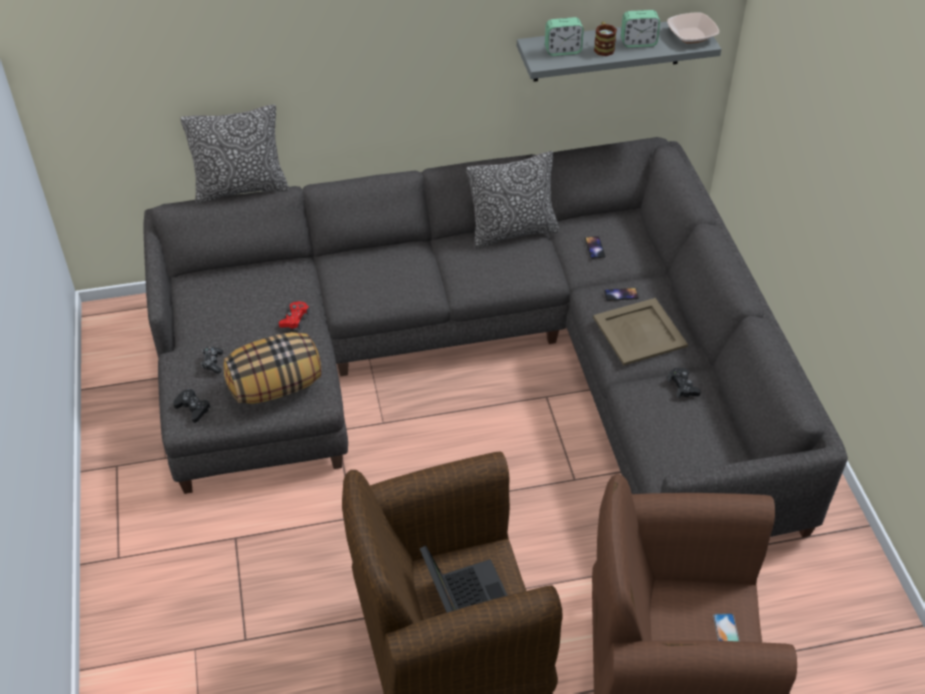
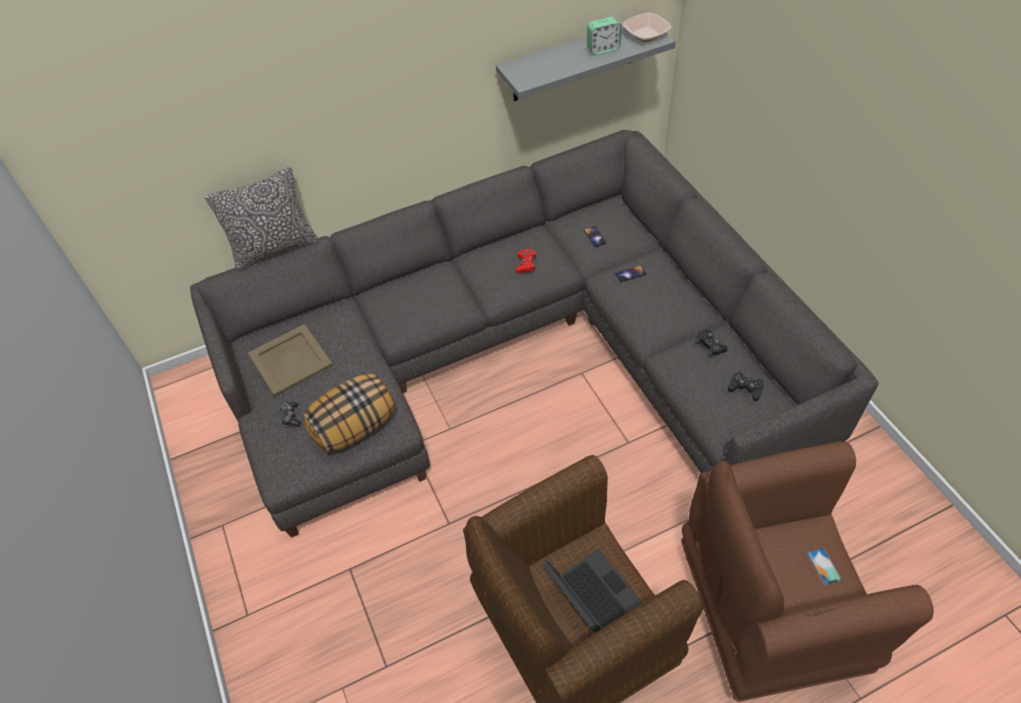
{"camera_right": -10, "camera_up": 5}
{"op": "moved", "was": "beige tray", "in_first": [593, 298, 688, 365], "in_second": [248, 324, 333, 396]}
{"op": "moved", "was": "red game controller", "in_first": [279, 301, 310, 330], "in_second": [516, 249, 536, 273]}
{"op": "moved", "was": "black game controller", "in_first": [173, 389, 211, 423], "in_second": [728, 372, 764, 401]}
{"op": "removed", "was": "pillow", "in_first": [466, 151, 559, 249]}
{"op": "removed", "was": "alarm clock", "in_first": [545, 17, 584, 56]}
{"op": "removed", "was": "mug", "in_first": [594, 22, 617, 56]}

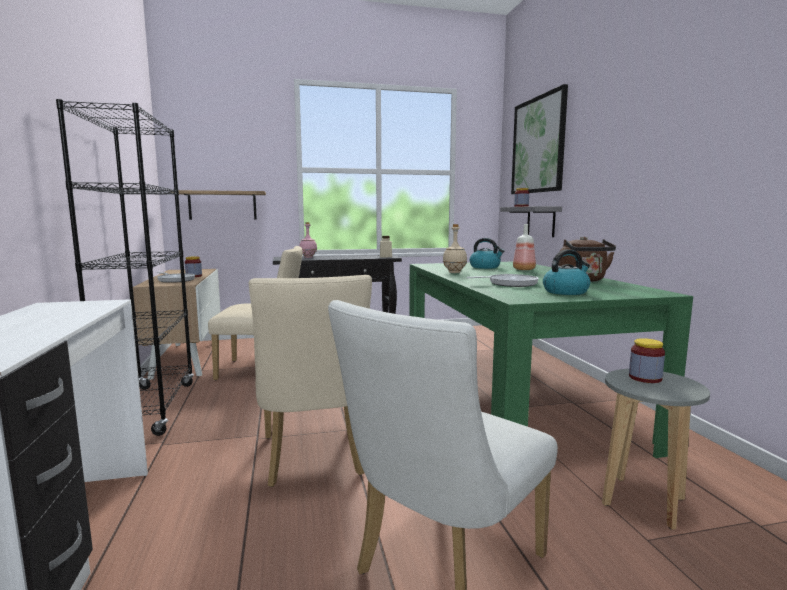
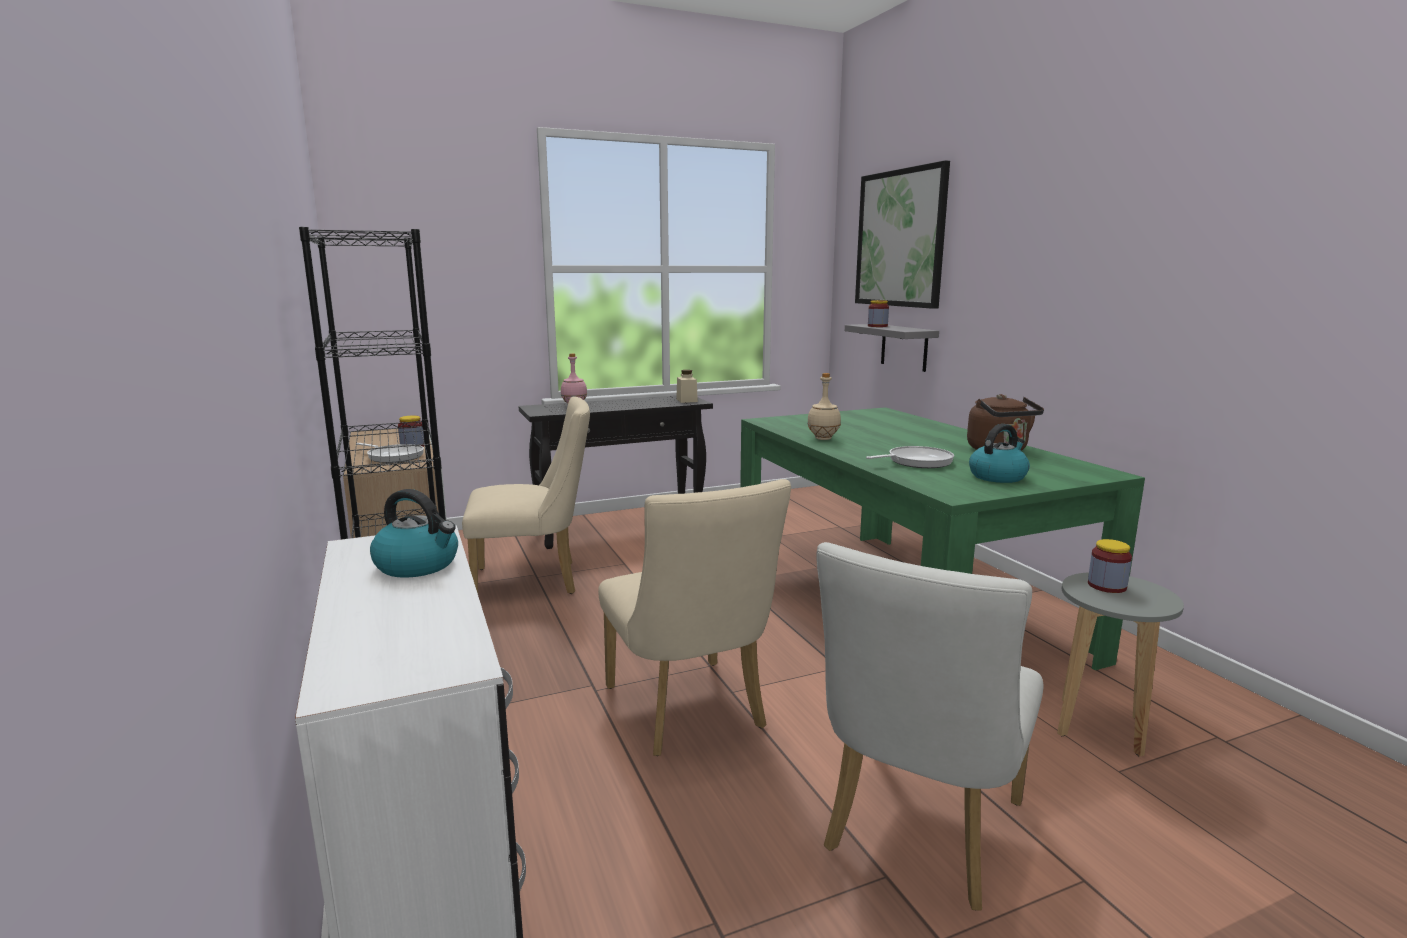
{"camera_right": -10, "camera_up": 5}
{"op": "moved", "was": "kettle", "in_first": [470, 238, 504, 269], "in_second": [370, 489, 458, 578]}
{"op": "removed", "was": "shelf", "in_first": [170, 190, 266, 220]}
{"op": "removed", "was": "bottle", "in_first": [513, 224, 536, 270]}

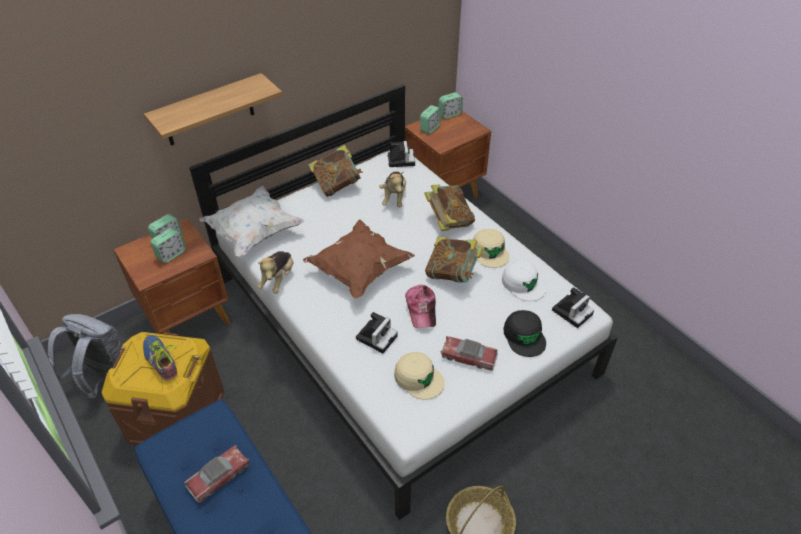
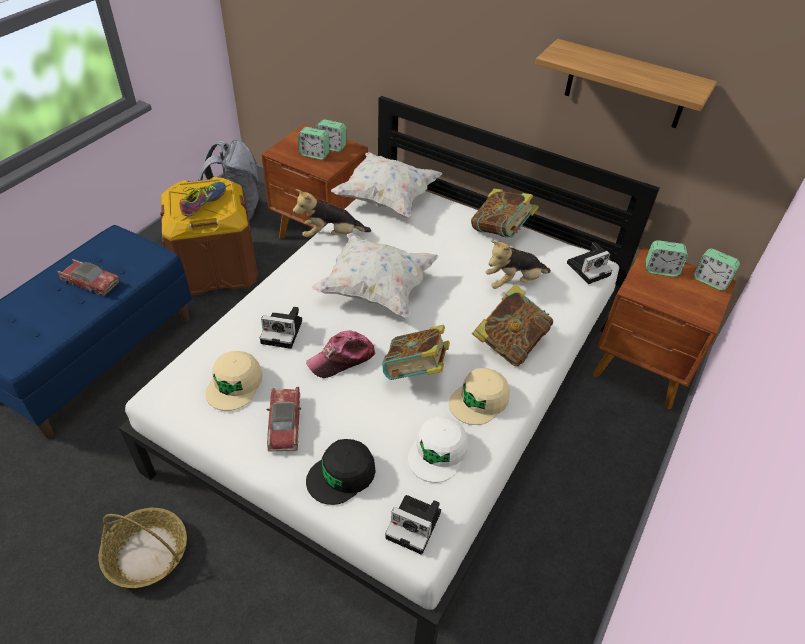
{"camera_right": 65, "camera_up": 0}
{"op": "recoloured", "was": "brown pillow", "now": "white pillow", "in_first": [303, 220, 415, 298], "in_second": [312, 233, 438, 318]}
{"op": "moved", "was": "shelf", "in_first": [144, 73, 283, 146], "in_second": [535, 39, 717, 128]}

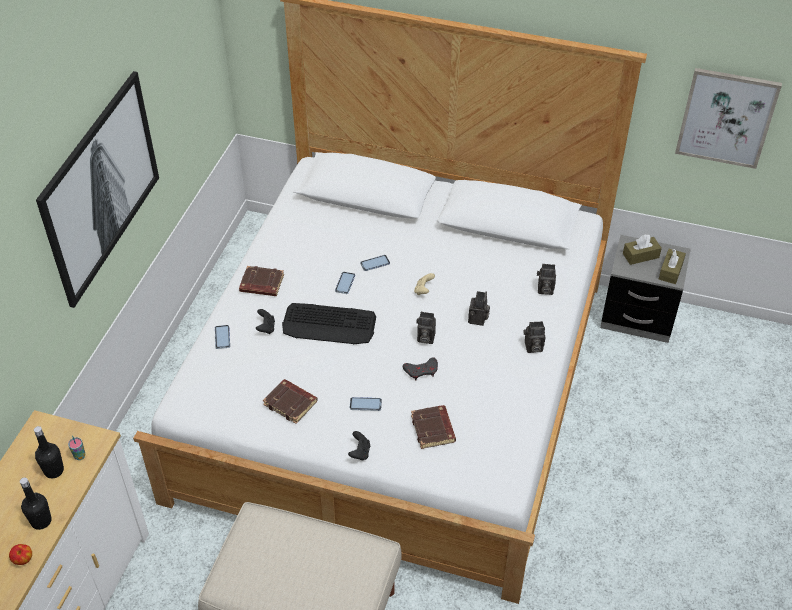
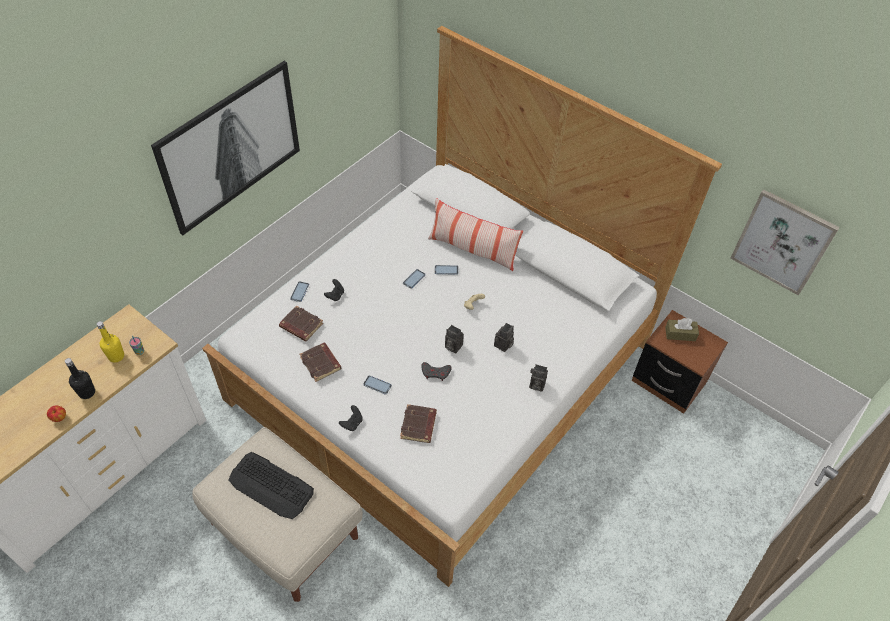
{"camera_right": 20, "camera_up": 5}
{"op": "recoloured", "was": "black bottle", "now": "yellow bottle", "in_first": [34, 426, 64, 478], "in_second": [97, 321, 124, 363]}
{"op": "moved", "was": "keyboard", "in_first": [282, 303, 376, 344], "in_second": [228, 452, 314, 519]}
{"op": "moved", "was": "brown book", "in_first": [239, 266, 284, 296], "in_second": [279, 306, 323, 342]}
{"op": "added", "now": "pillow", "in_second": [428, 198, 523, 271]}
{"op": "recoloured", "was": "grey nightstand", "now": "brown nightstand", "in_first": [600, 235, 691, 343], "in_second": [632, 310, 728, 414]}
{"op": "removed", "was": "photo camera", "in_first": [537, 264, 556, 295]}
{"op": "removed", "was": "brown tissue box", "in_first": [659, 249, 686, 284]}

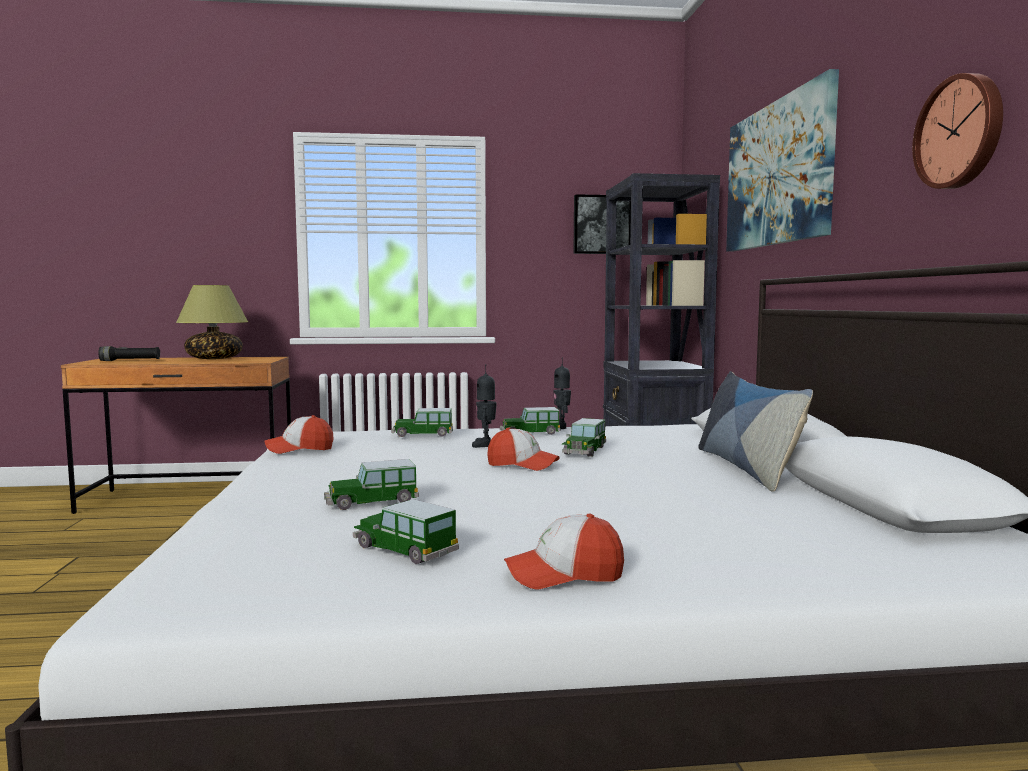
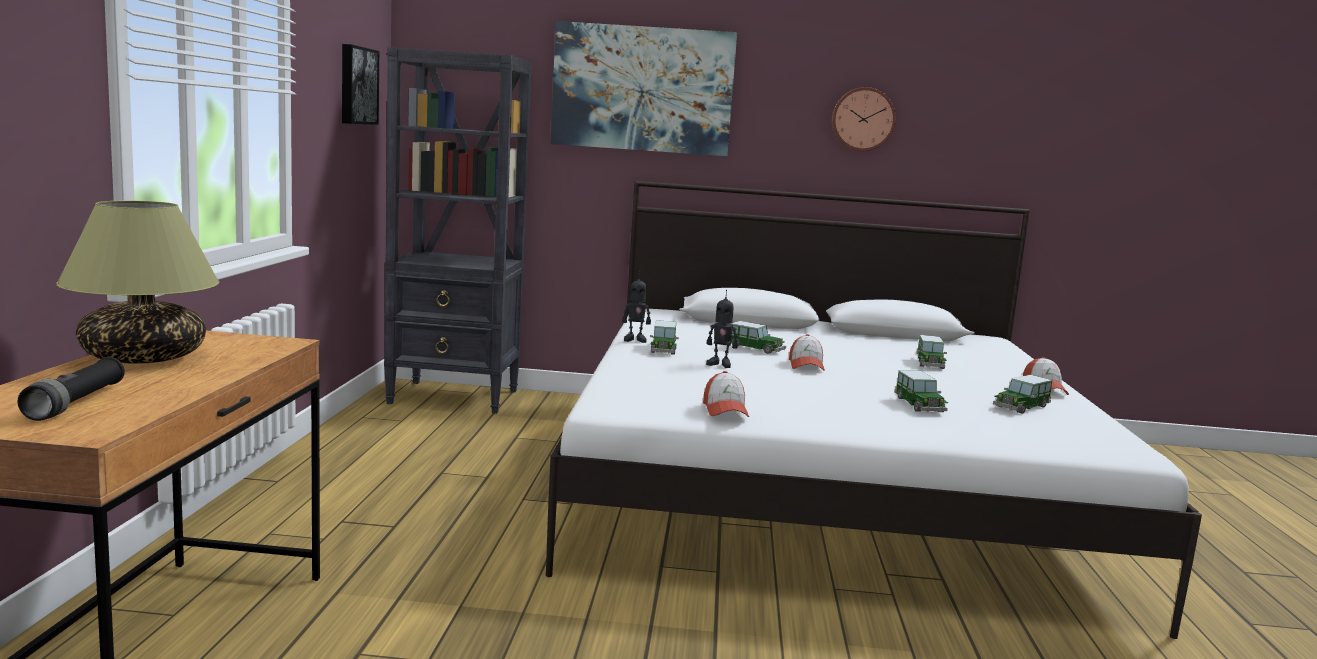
{"camera_right": -80, "camera_up": 5}
{"op": "turned", "was": "cap", "in_first": [487, 428, 560, 471], "in_second": [789, 334, 825, 371], "clockwise": 150}
{"op": "moved", "was": "toy car", "in_first": [391, 408, 453, 437], "in_second": [917, 335, 947, 369]}
{"op": "removed", "was": "pillow", "in_first": [698, 371, 813, 492]}

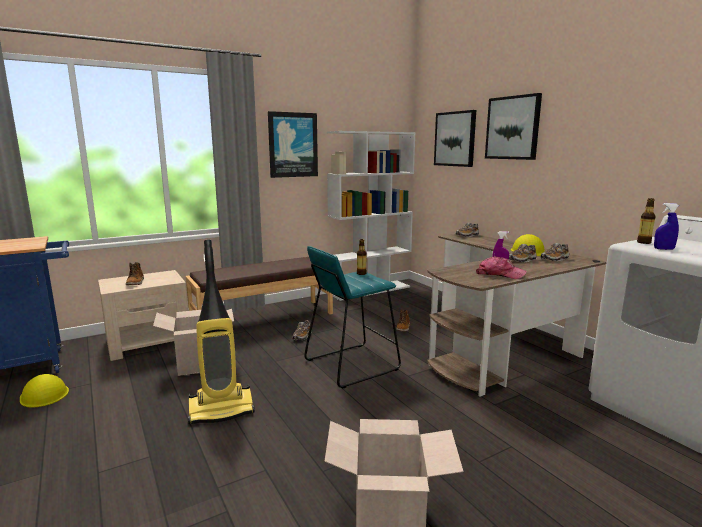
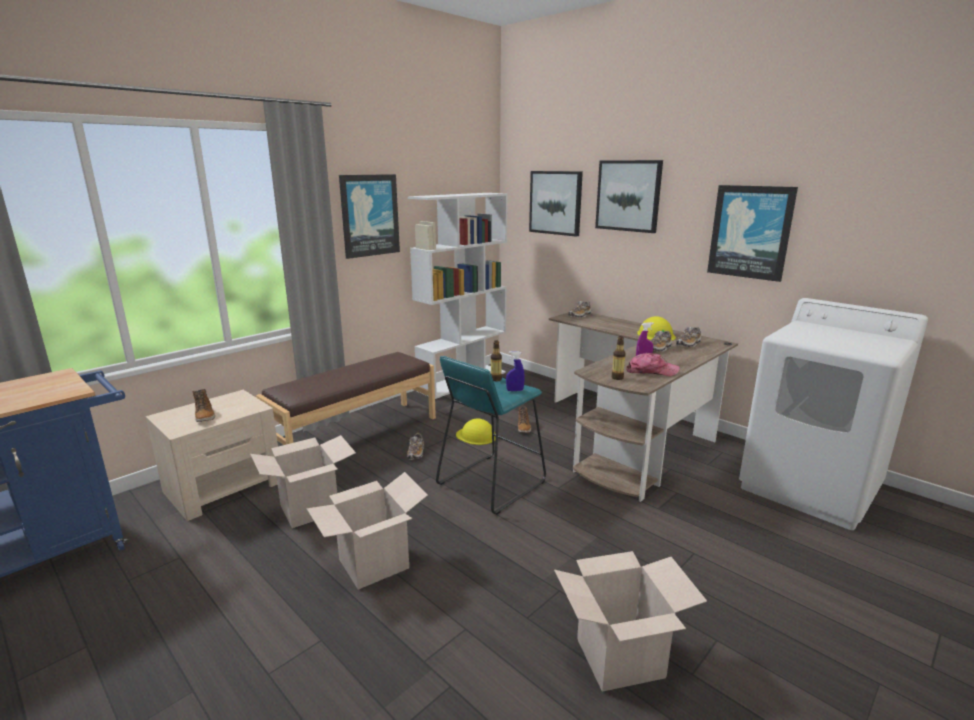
{"camera_right": -15, "camera_up": 5}
{"op": "replaced", "was": "vacuum cleaner", "now": "cardboard box", "in_first": [188, 240, 255, 424], "in_second": [307, 472, 428, 590]}
{"op": "moved", "was": "yellow hard hat", "in_first": [20, 374, 69, 407], "in_second": [456, 419, 496, 445]}
{"op": "moved", "was": "blue spray bottle", "in_first": [654, 203, 679, 250], "in_second": [506, 351, 525, 391]}
{"op": "moved", "was": "bottle", "in_first": [637, 198, 656, 244], "in_second": [611, 336, 626, 380]}
{"op": "added", "now": "picture", "in_second": [707, 185, 798, 282]}

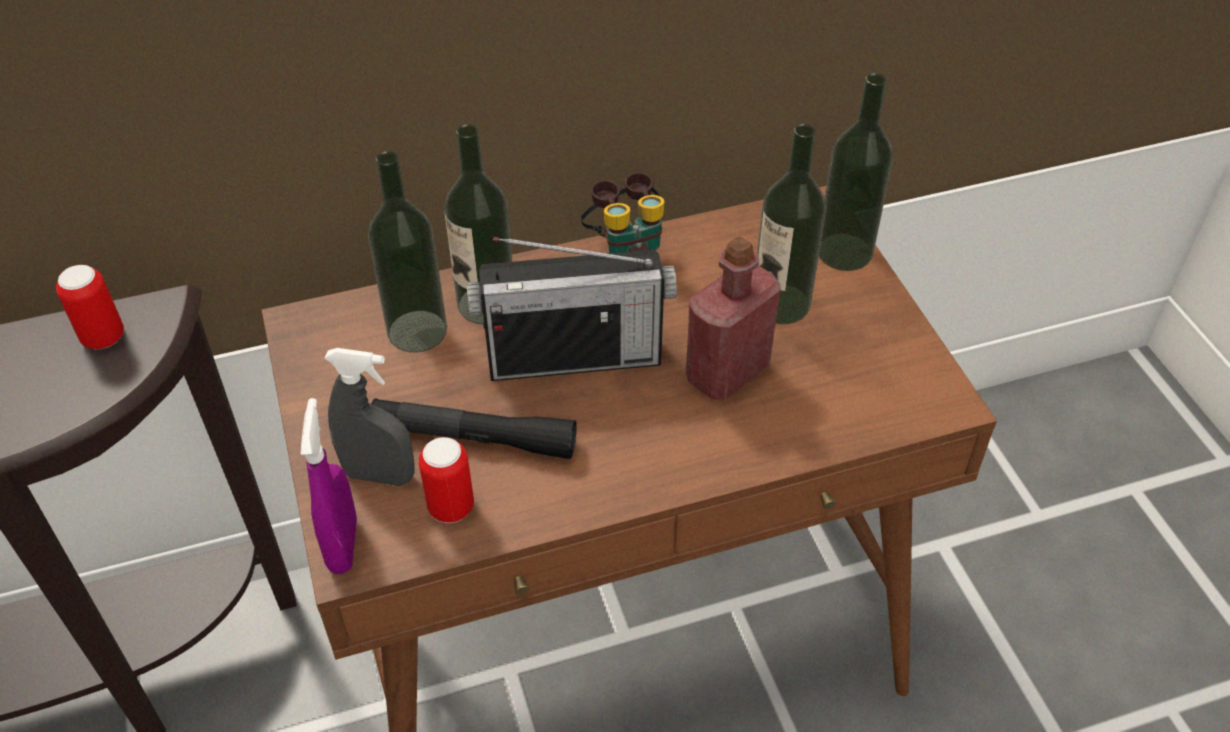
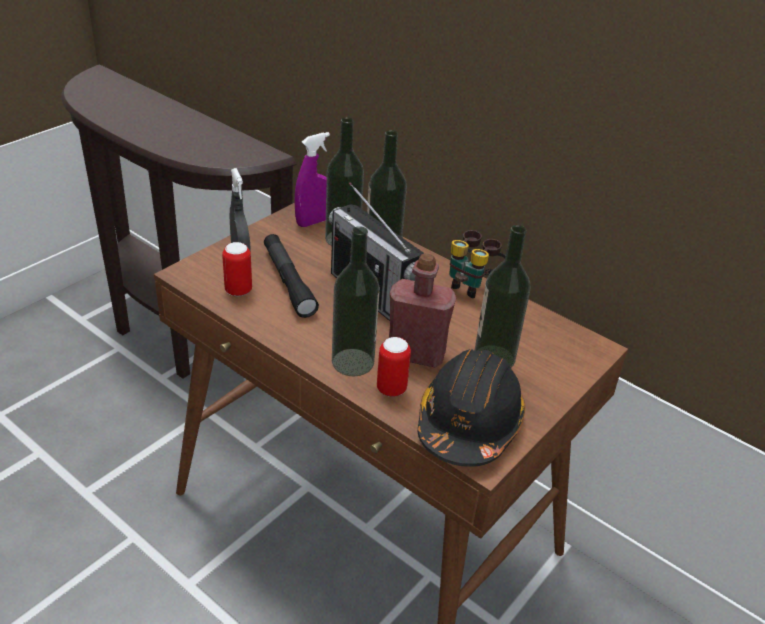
{"camera_right": 55, "camera_up": -10}
{"op": "moved", "was": "purple spray bottle", "in_first": [301, 398, 357, 574], "in_second": [294, 132, 330, 227]}
{"op": "moved", "was": "bottle", "in_first": [819, 73, 893, 271], "in_second": [332, 226, 380, 376]}
{"op": "moved", "was": "can", "in_first": [56, 265, 124, 349], "in_second": [377, 337, 411, 397]}
{"op": "added", "now": "black hard hat", "in_second": [418, 349, 526, 467]}

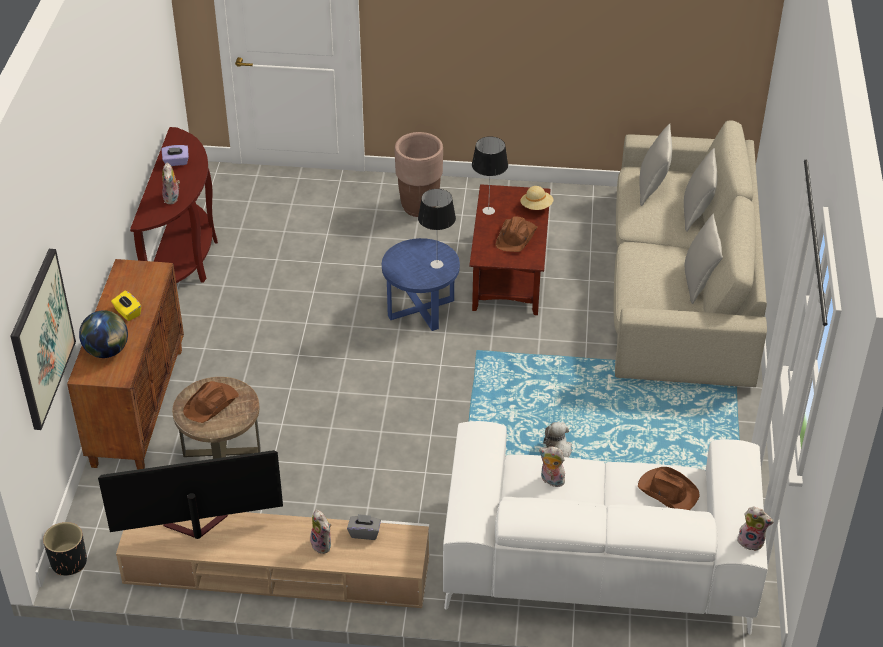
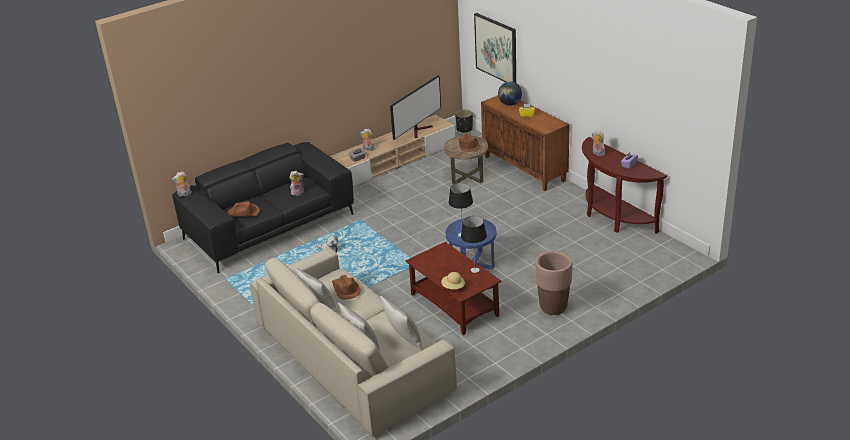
{"camera_right": 140, "camera_up": -10}
{"op": "recoloured", "was": "white sofa", "now": "black sofa", "in_first": [443, 421, 768, 634], "in_second": [172, 142, 354, 273]}
{"op": "moved", "was": "brown hat", "in_first": [495, 216, 538, 252], "in_second": [332, 275, 361, 299]}

